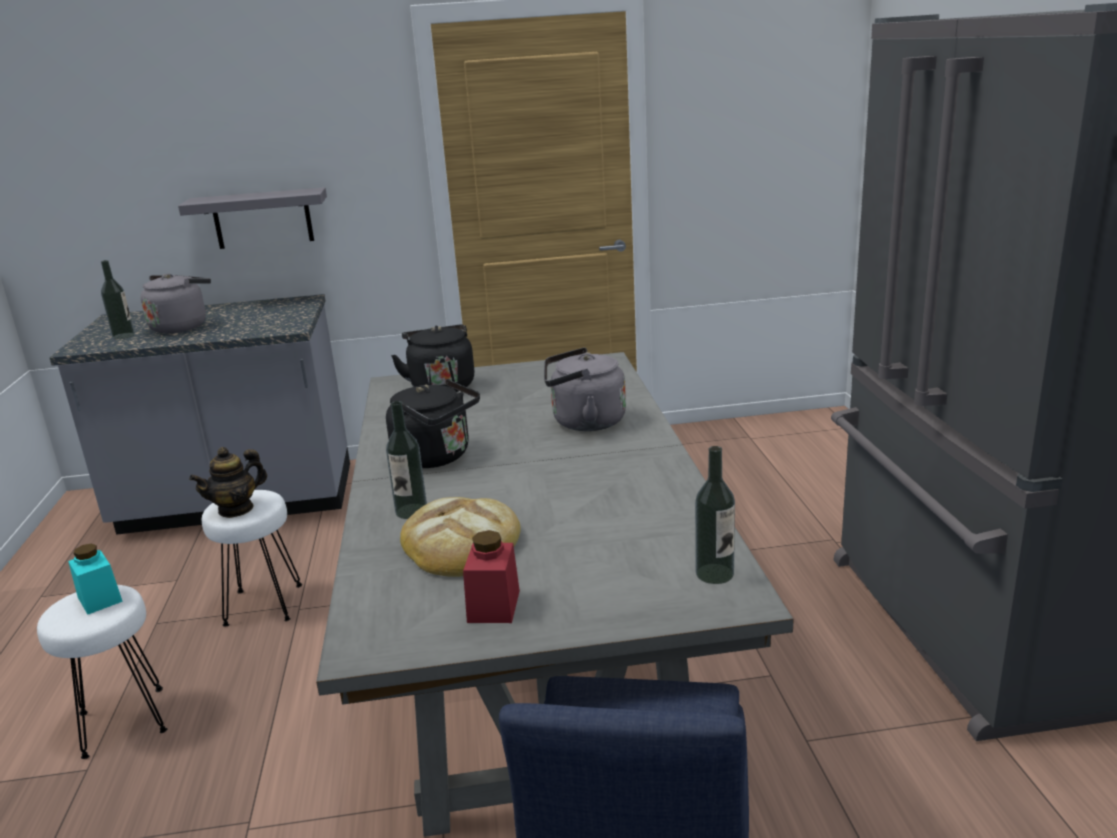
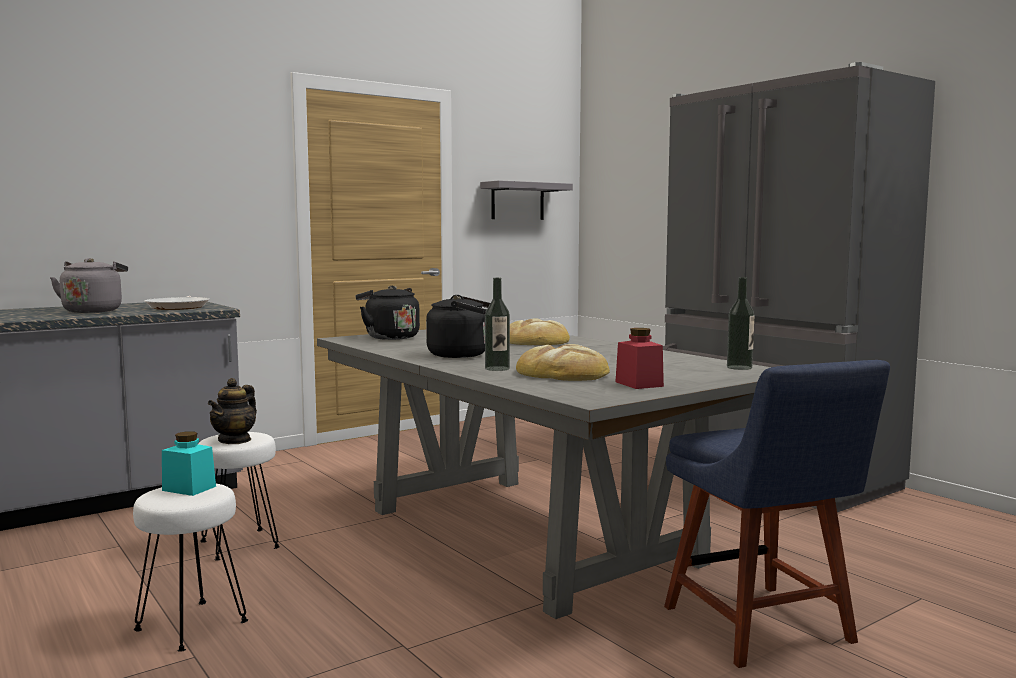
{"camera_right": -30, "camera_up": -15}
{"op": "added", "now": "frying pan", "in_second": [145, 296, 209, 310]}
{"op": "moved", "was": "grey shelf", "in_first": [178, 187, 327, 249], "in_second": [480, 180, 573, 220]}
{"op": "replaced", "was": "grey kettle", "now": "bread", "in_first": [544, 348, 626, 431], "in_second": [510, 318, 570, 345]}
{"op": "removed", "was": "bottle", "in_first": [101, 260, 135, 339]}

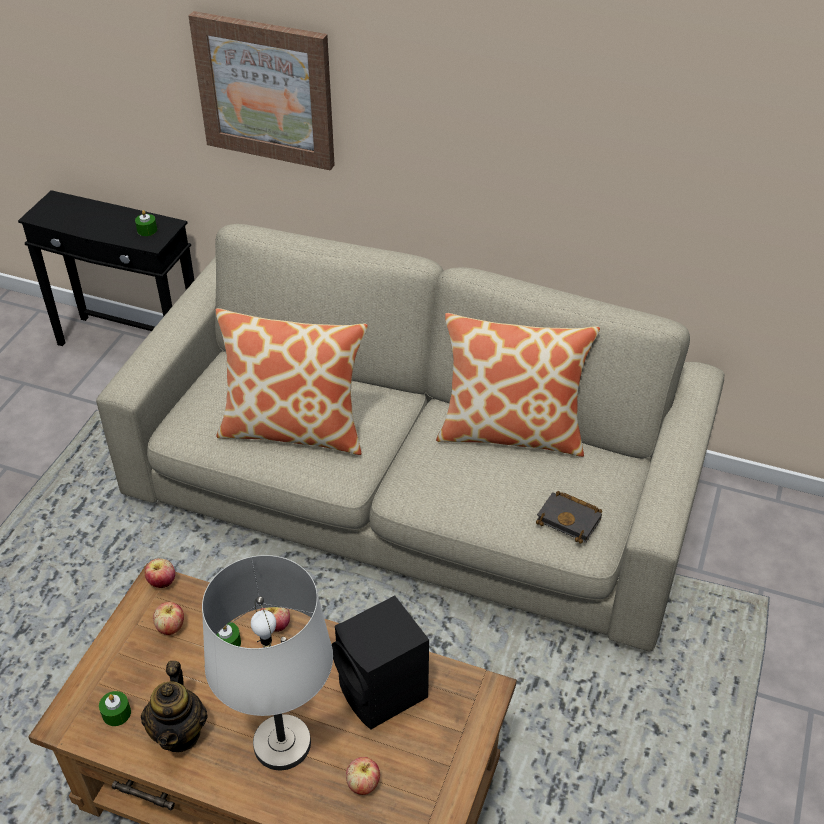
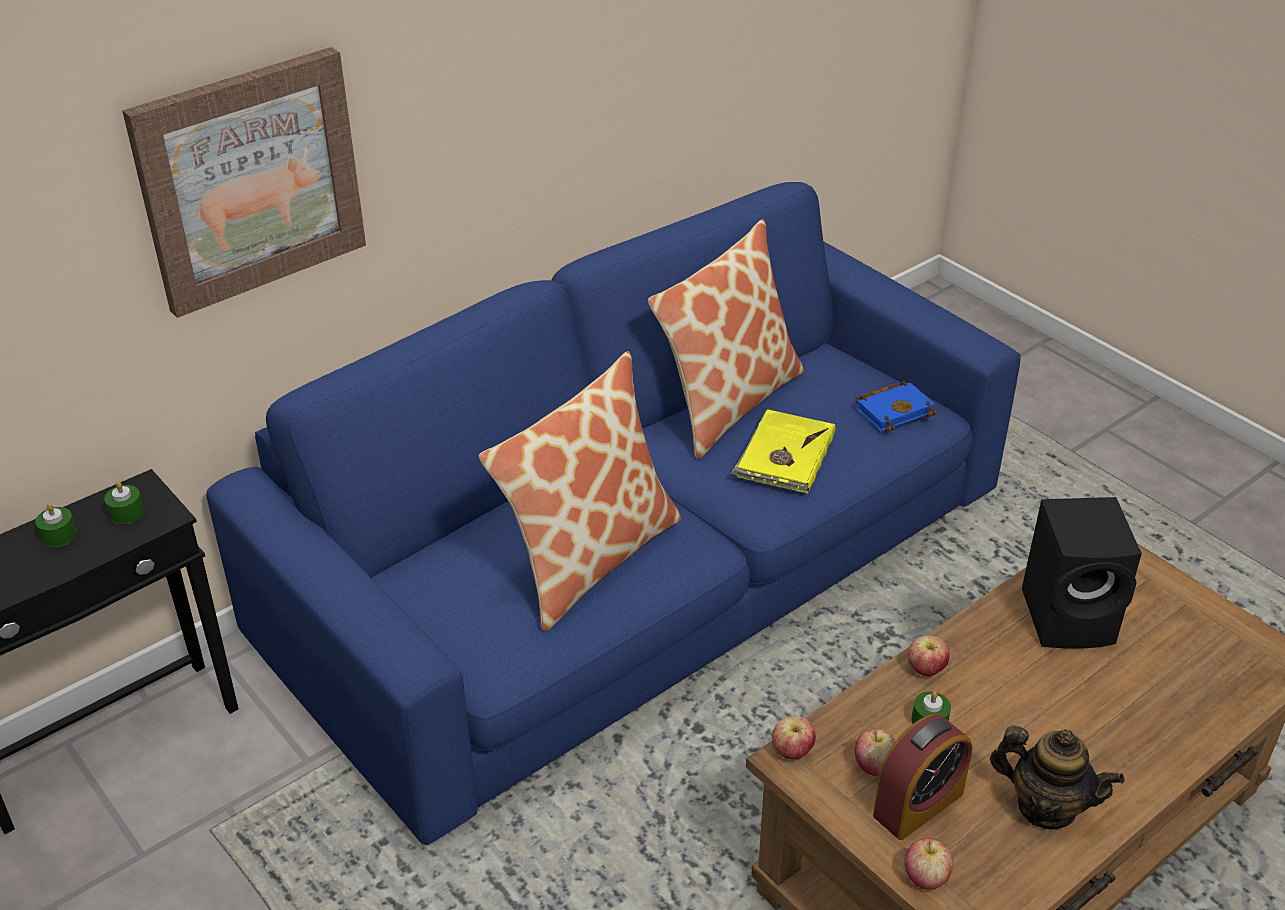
{"camera_right": -60, "camera_up": -5}
{"op": "moved", "was": "green candle", "in_first": [99, 691, 131, 726], "in_second": [35, 504, 77, 547]}
{"op": "recoloured", "was": "beige sofa", "now": "blue sofa", "in_first": [96, 224, 725, 652], "in_second": [206, 182, 1021, 845]}
{"op": "added", "now": "yellow book", "in_second": [731, 409, 836, 494]}
{"op": "recoloured", "was": "black book", "now": "blue book", "in_first": [536, 491, 602, 544], "in_second": [855, 382, 936, 432]}
{"op": "added", "now": "alarm clock", "in_second": [873, 714, 972, 840]}
{"op": "moved", "was": "apple", "in_first": [346, 757, 380, 795], "in_second": [905, 838, 953, 890]}
{"op": "removed", "was": "white table lamp", "in_first": [202, 555, 333, 770]}

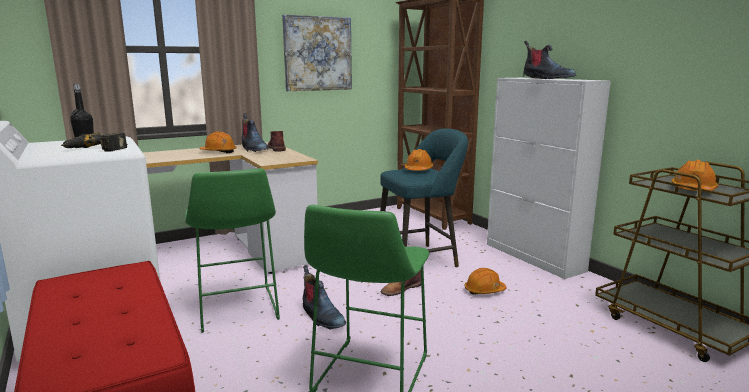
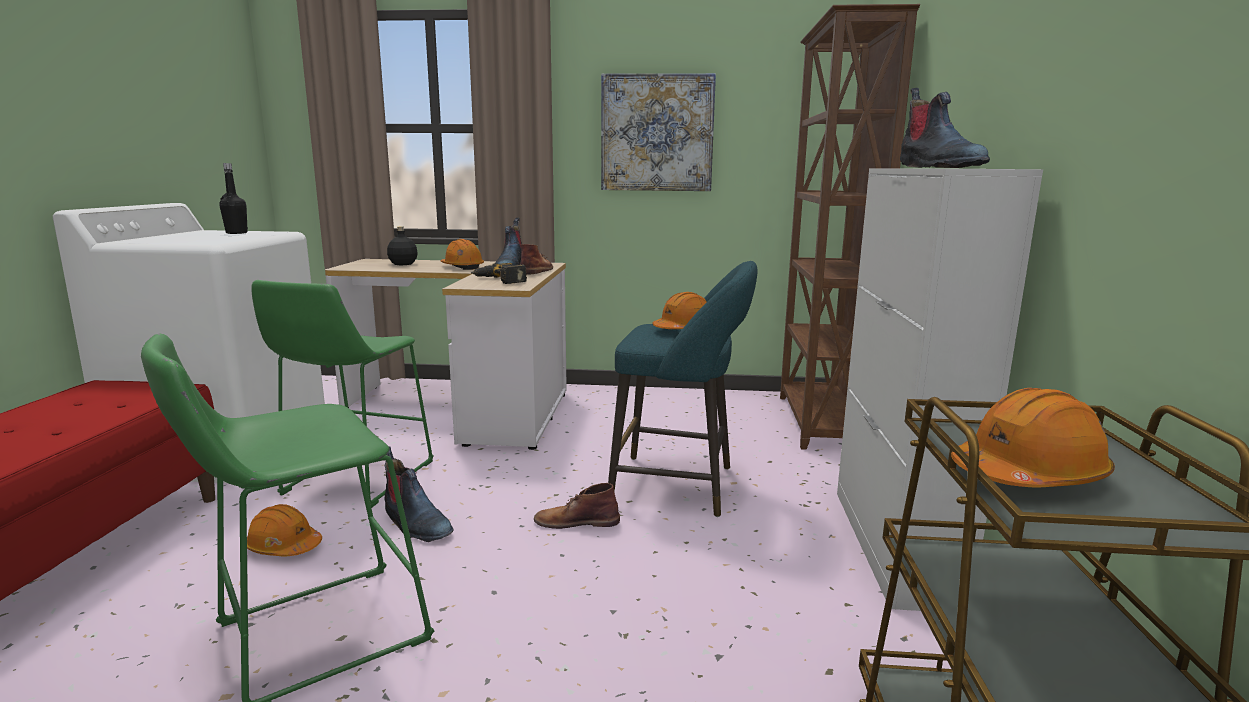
{"camera_right": 35, "camera_up": 0}
{"op": "moved", "was": "orange hard hat", "in_first": [465, 268, 506, 294], "in_second": [247, 504, 322, 557]}
{"op": "turned", "was": "boot", "in_first": [303, 265, 346, 330], "in_second": [384, 447, 453, 542], "clockwise": -45}
{"op": "added", "now": "black bottle", "in_second": [387, 227, 418, 265]}
{"op": "moved", "was": "power drill", "in_first": [61, 132, 127, 152], "in_second": [471, 263, 527, 284]}

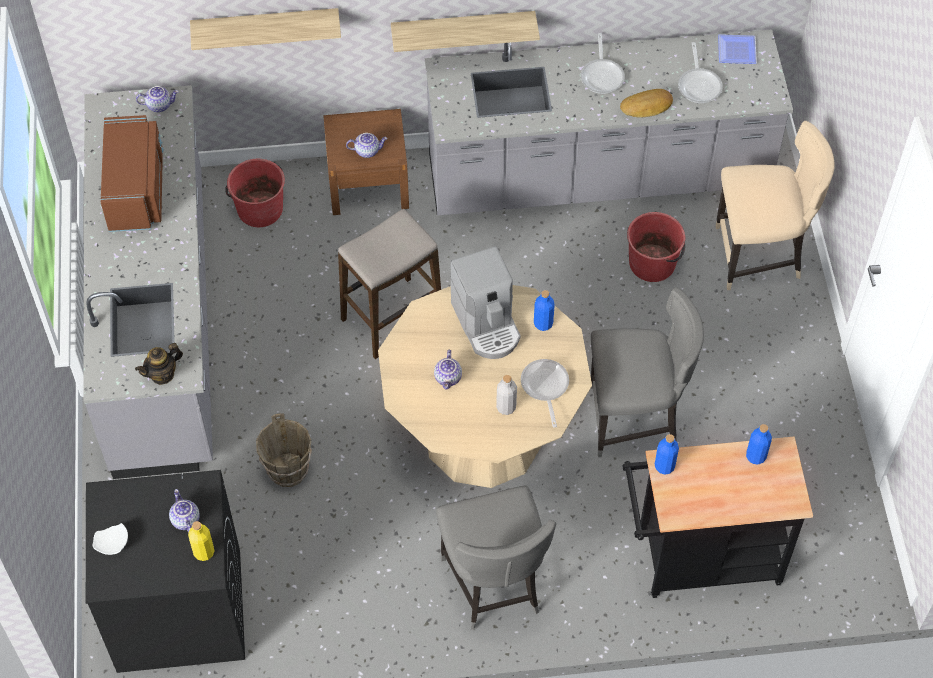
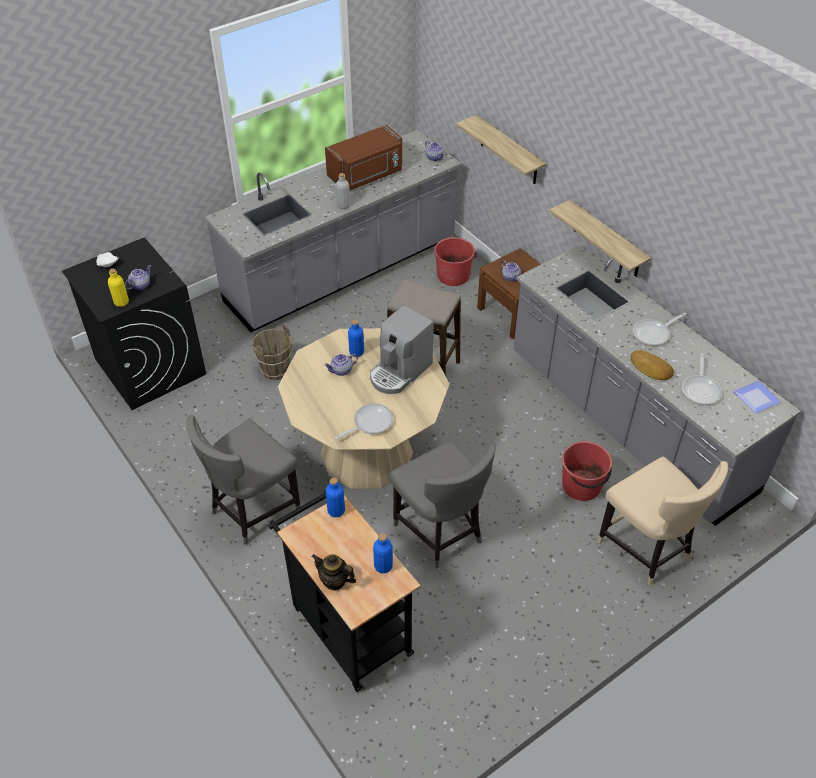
{"camera_right": 60, "camera_up": -10}
{"op": "moved", "was": "teapot", "in_first": [135, 343, 183, 385], "in_second": [312, 554, 356, 591]}
{"op": "moved", "was": "grey bottle", "in_first": [496, 375, 517, 415], "in_second": [336, 173, 350, 209]}
{"op": "moved", "was": "blue bottle", "in_first": [534, 290, 555, 331], "in_second": [348, 320, 364, 357]}
{"op": "turned", "was": "frying pan", "in_first": [678, 42, 723, 103], "in_second": [682, 354, 722, 405], "clockwise": -45}

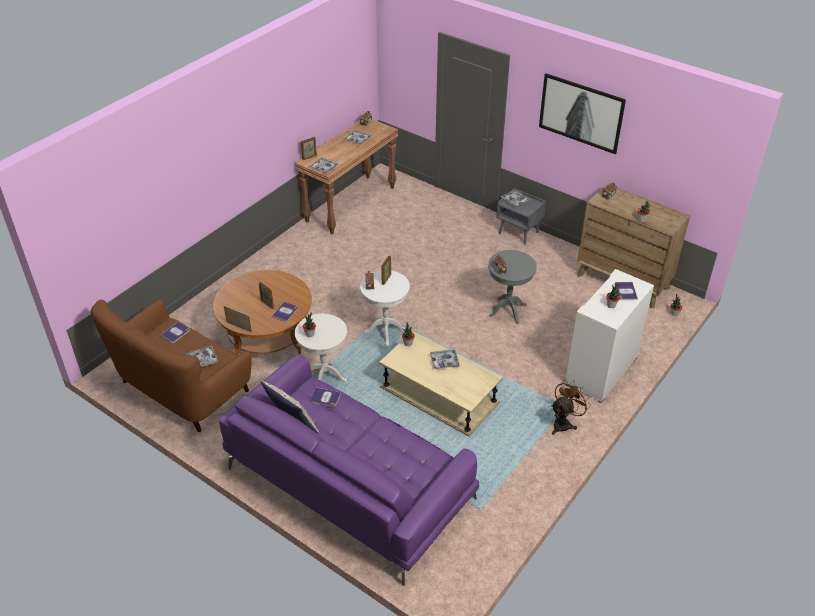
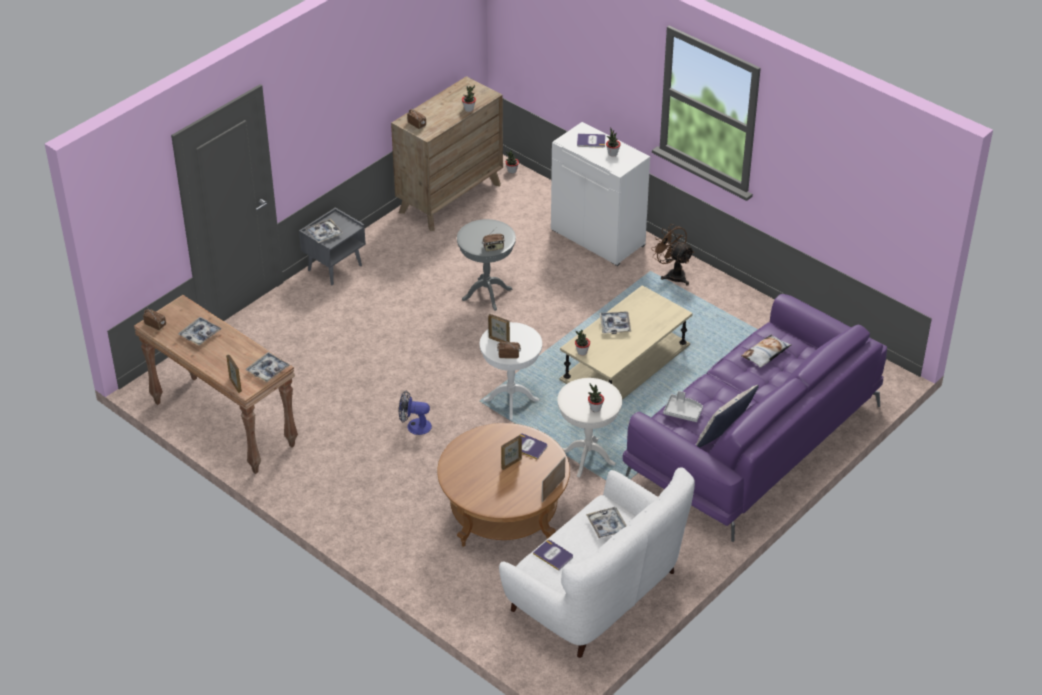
{"camera_right": -85, "camera_up": 0}
{"op": "added", "now": "fan", "in_second": [399, 390, 432, 435]}
{"op": "recoloured", "was": "brown sofa", "now": "white sofa", "in_first": [91, 299, 251, 432], "in_second": [499, 467, 695, 658]}
{"op": "replaced", "was": "book", "now": "grey tray", "in_first": [310, 388, 341, 407], "in_second": [663, 391, 703, 422]}
{"op": "added", "now": "pillow", "in_second": [741, 335, 792, 368]}
{"op": "removed", "was": "picture", "in_first": [539, 73, 626, 154]}

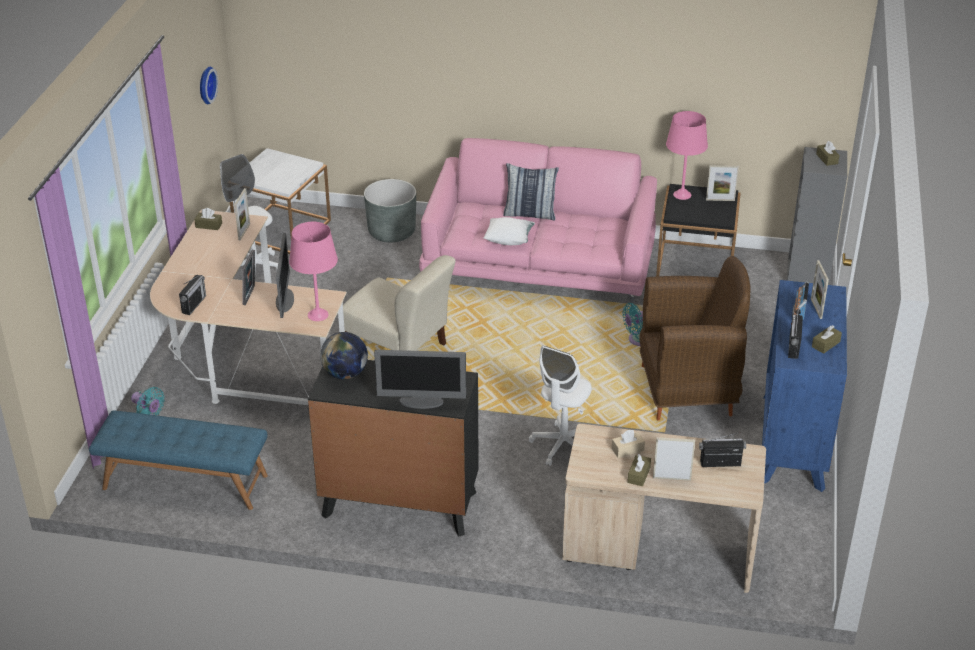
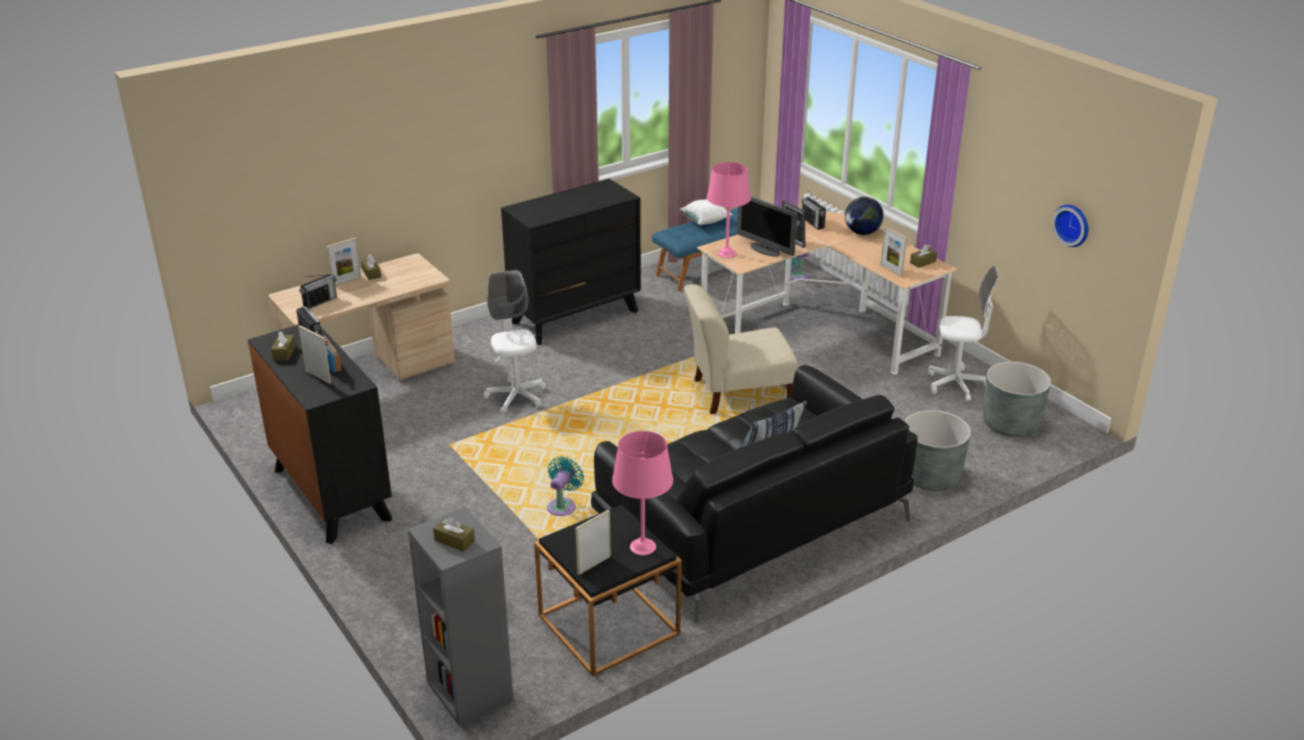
{"camera_right": 135, "camera_up": -5}
{"op": "recoloured", "was": "blue dresser", "now": "black dresser", "in_first": [762, 280, 847, 492], "in_second": [248, 325, 392, 544]}
{"op": "recoloured", "was": "pink sofa", "now": "black sofa", "in_first": [419, 138, 657, 306], "in_second": [591, 365, 917, 623]}
{"op": "moved", "was": "white pillow", "in_first": [484, 217, 535, 245], "in_second": [679, 200, 733, 225]}
{"op": "moved", "was": "globe", "in_first": [320, 332, 368, 379], "in_second": [845, 197, 884, 235]}
{"op": "replaced", "was": "white side table", "now": "grey planter", "in_first": [230, 148, 331, 254], "in_second": [983, 362, 1051, 437]}
{"op": "removed", "was": "monitor", "in_first": [374, 350, 466, 409]}
{"op": "removed", "was": "beige tissue box", "in_first": [611, 430, 645, 458]}
{"op": "removed", "was": "brown armchair", "in_first": [639, 256, 751, 420]}

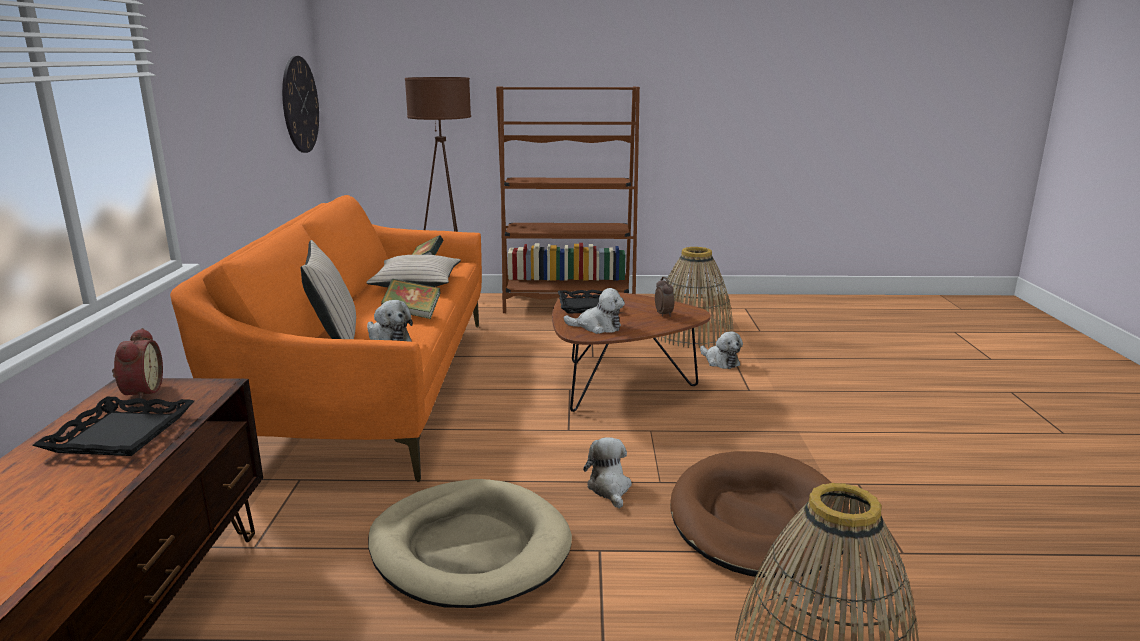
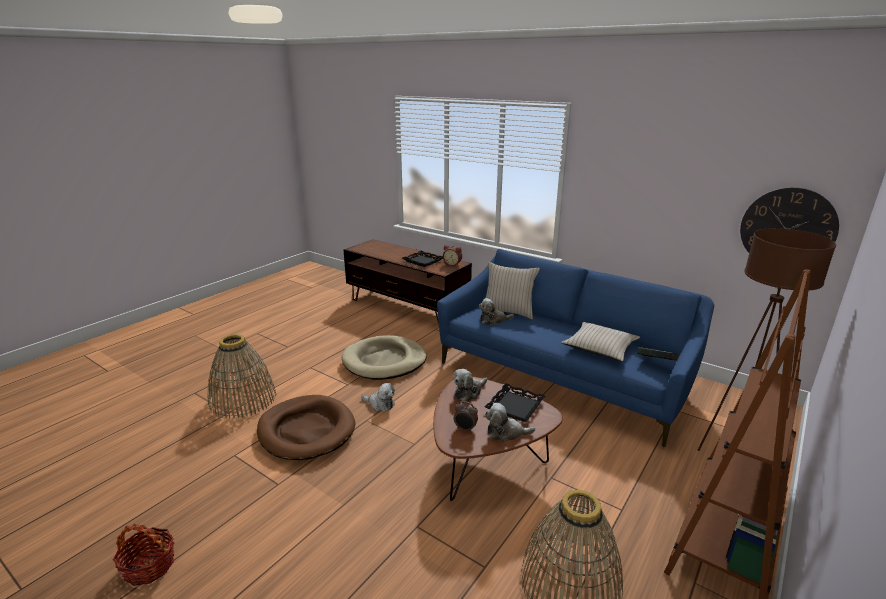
{"camera_right": 125, "camera_up": 5}
{"op": "added", "now": "basket", "in_second": [113, 524, 174, 586]}
{"op": "recoloured", "was": "orange sofa", "now": "blue sofa", "in_first": [170, 195, 482, 482], "in_second": [437, 249, 714, 447]}
{"op": "moved", "was": "plush toy", "in_first": [700, 332, 743, 369], "in_second": [485, 403, 535, 443]}
{"op": "removed", "was": "book", "in_first": [381, 279, 440, 319]}

